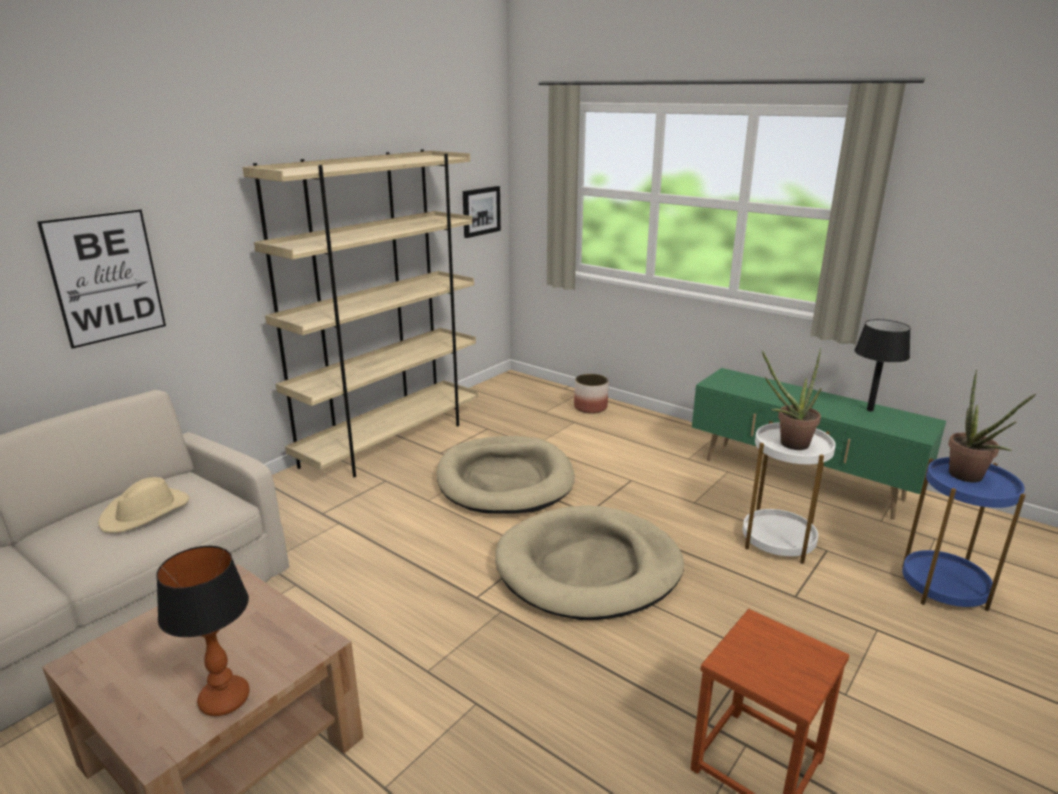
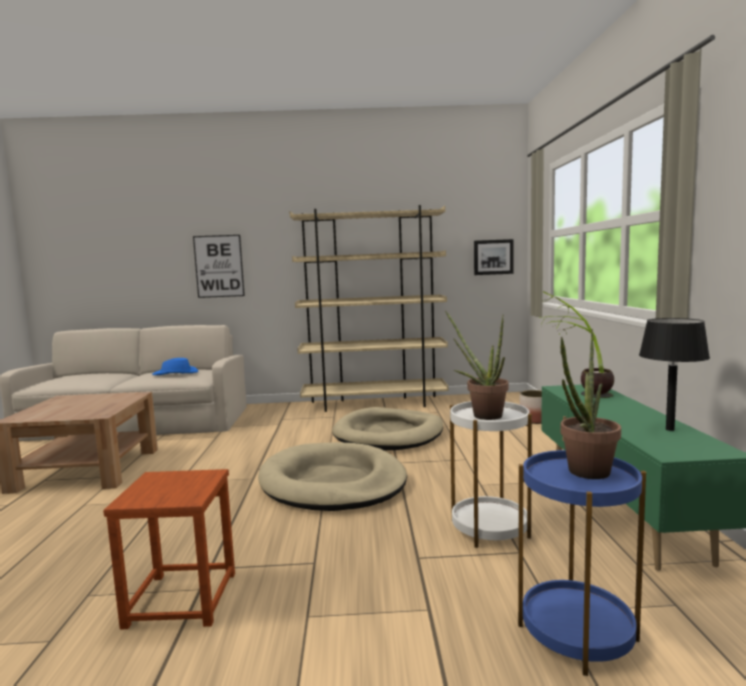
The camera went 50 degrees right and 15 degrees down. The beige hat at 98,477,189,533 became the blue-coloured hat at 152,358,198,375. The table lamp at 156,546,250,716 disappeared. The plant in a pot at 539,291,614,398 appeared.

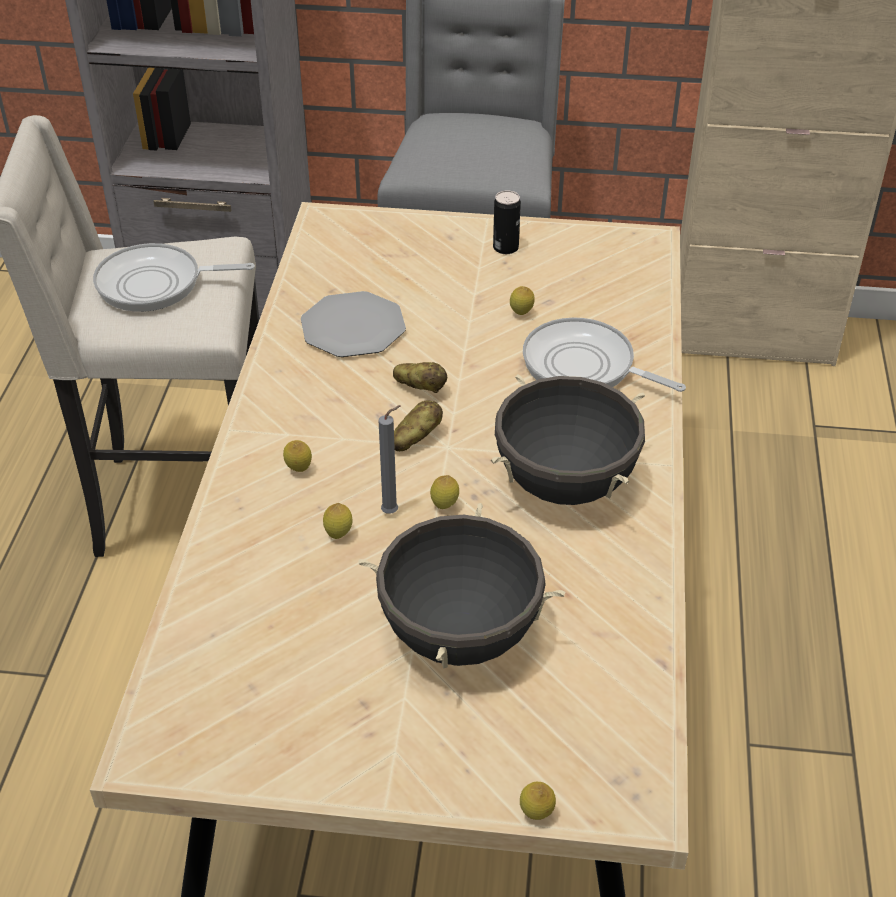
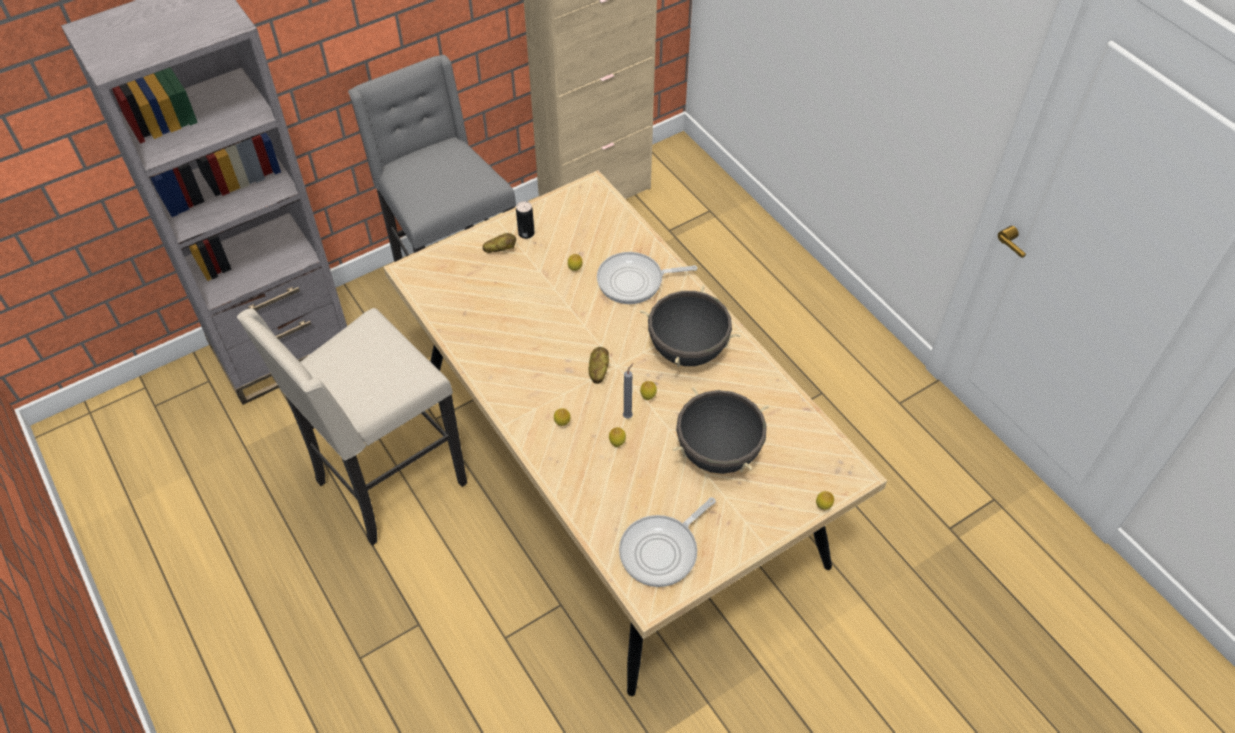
The camera went 40 degrees left and 10 degrees up. The skillet moved from 93,243,255,312 to 619,497,716,587. The flat dish at 301,291,406,357 disappeared. The spud moved from 393,362,447,393 to 483,233,516,253.

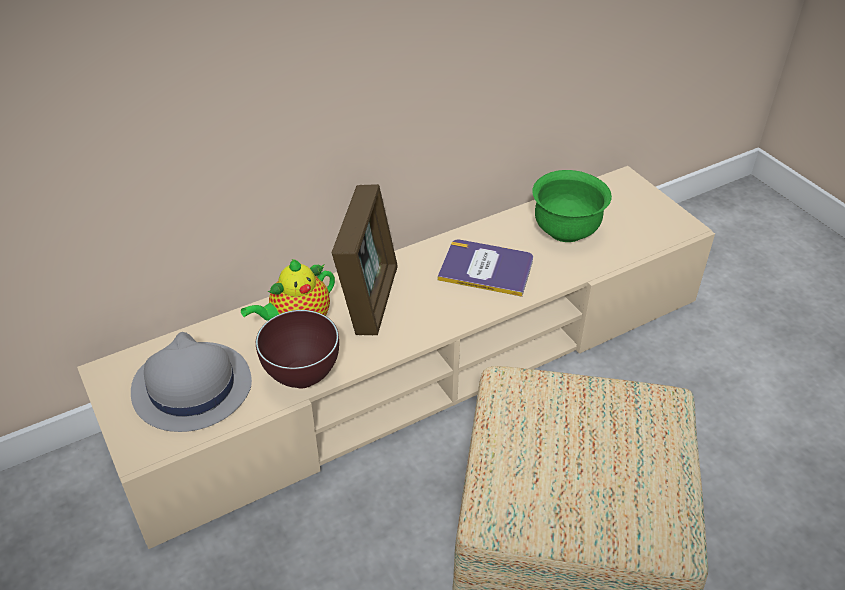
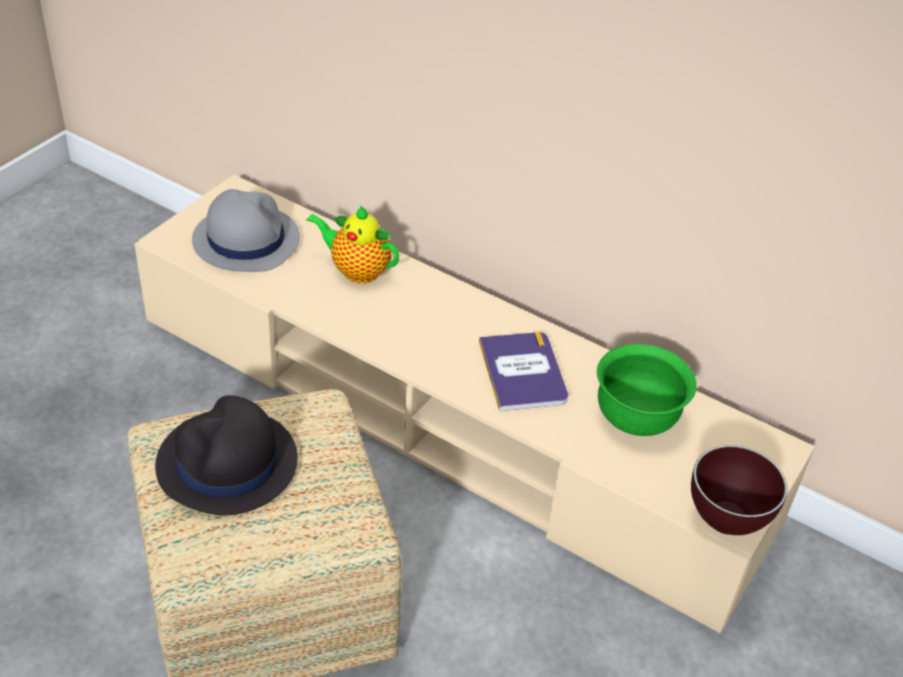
The camera went 60 degrees right and 0 degrees up. The photo frame at 332,184,398,335 disappeared. The brown bowl moved from 256,310,339,388 to 691,445,787,535. The blackish hat at 155,395,298,515 appeared.

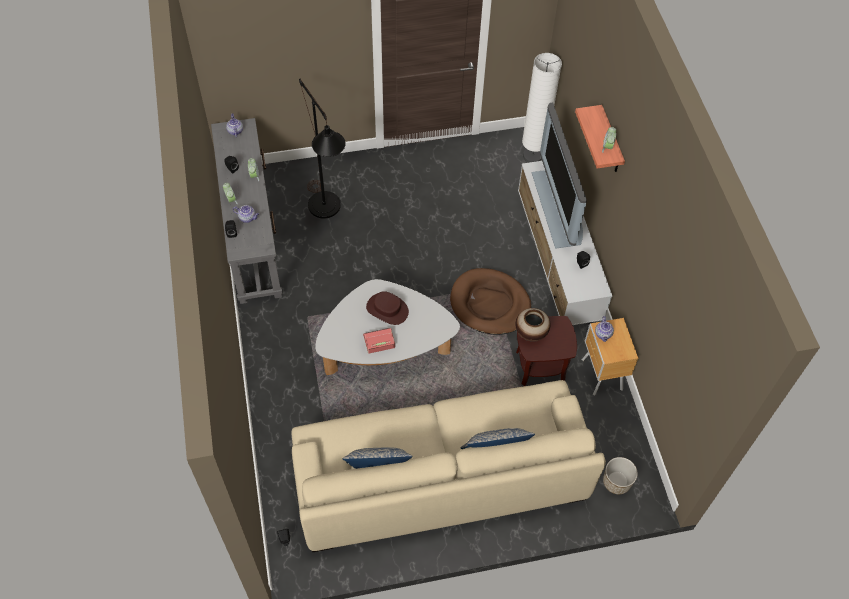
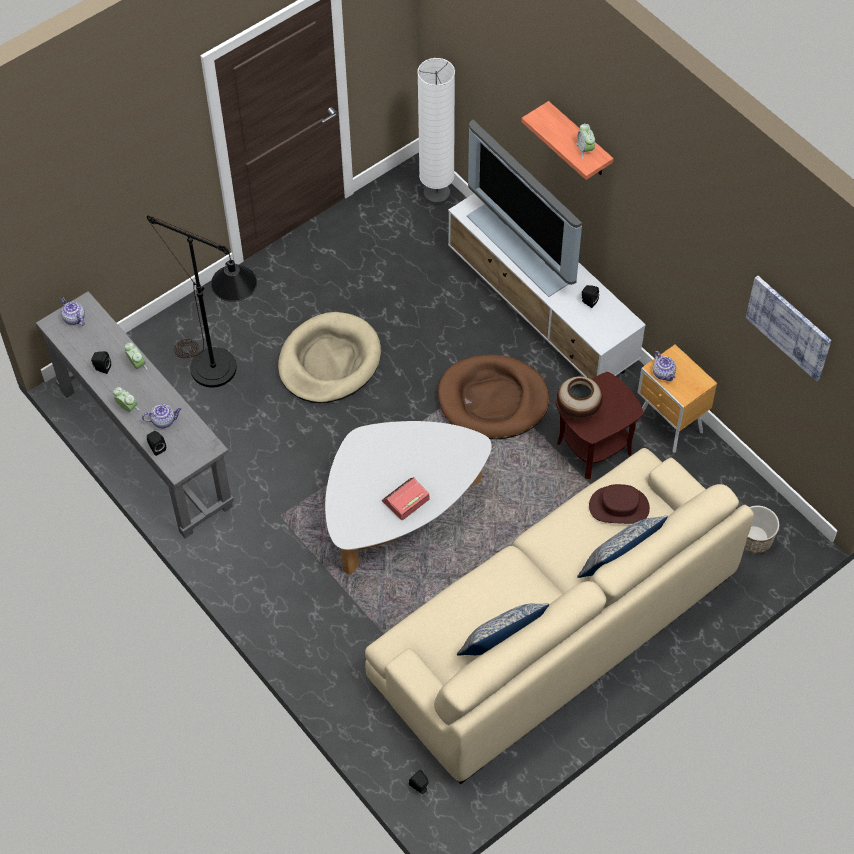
The camera went 25 degrees left and 0 degrees up. The brown hat moved from 366,291,409,325 to 589,484,650,524. The picture at 746,276,831,382 appeared. The beige dog bed at 278,312,381,403 appeared.

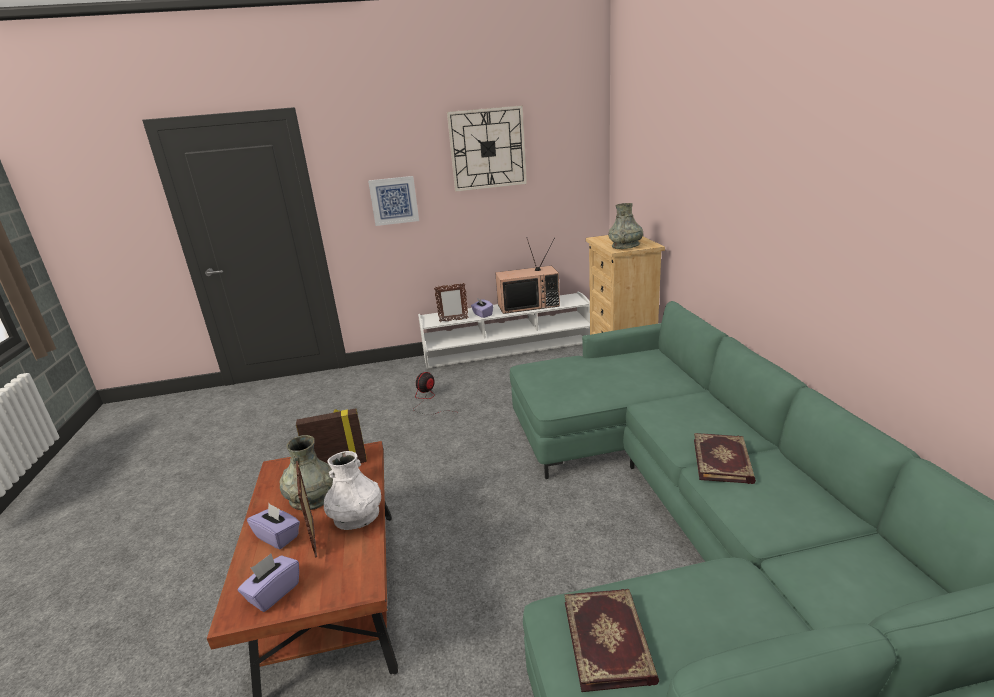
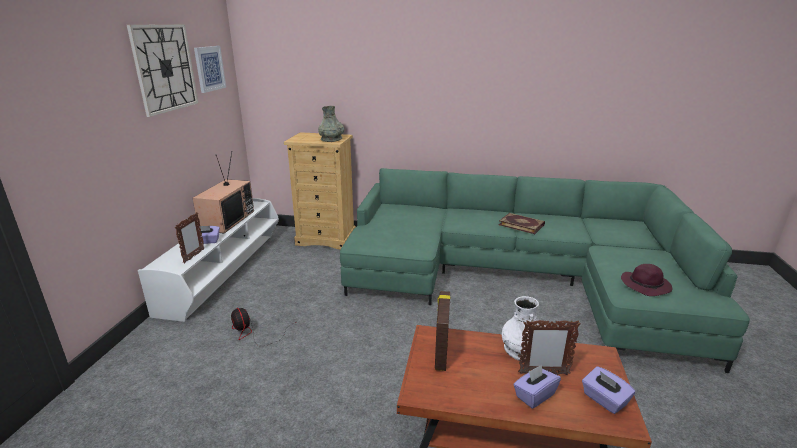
The camera went 70 degrees left and 0 degrees up. The picture moved from 368,176,419,226 to 194,46,226,93. The greyish vase at 280,435,333,510 disappeared. The book at 564,589,659,692 was replaced by the purple-coloured hat at 621,264,672,296.

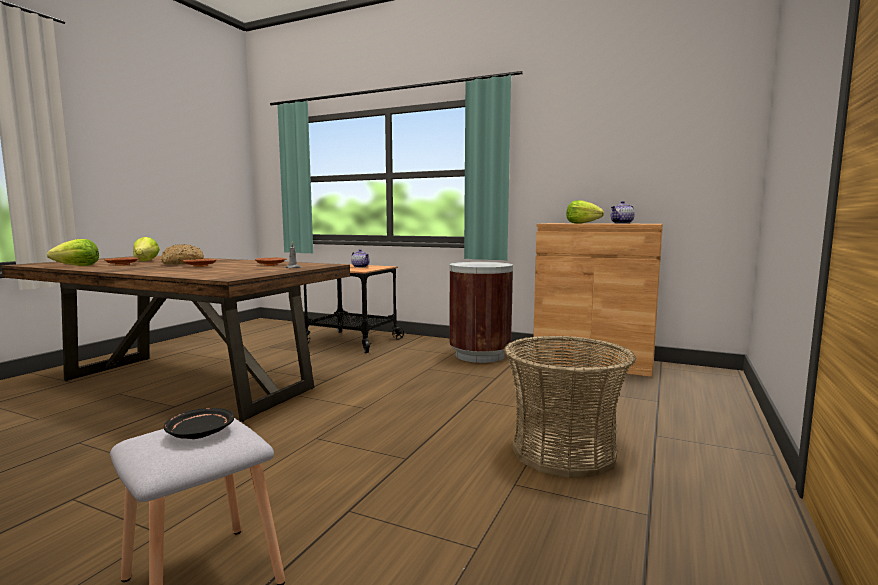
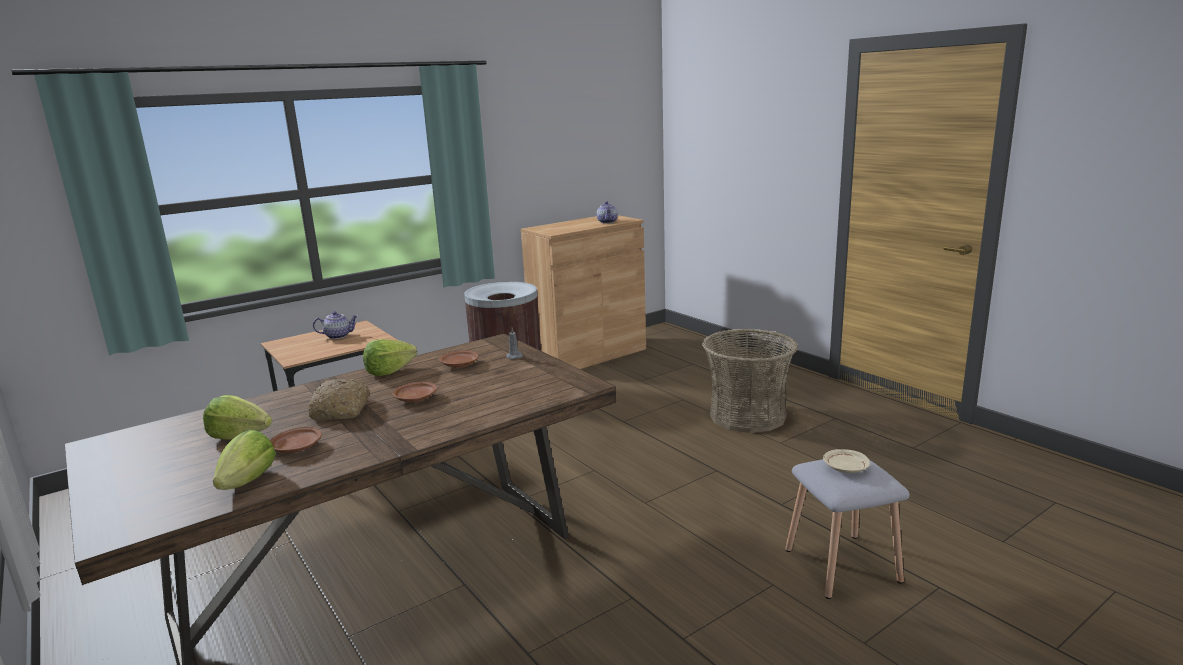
The camera went 60 degrees left and 10 degrees up. The lettuce head moved from 566,200,604,223 to 363,339,417,376. The blackish flat dish at 164,408,234,439 became the beige flat dish at 823,449,870,473.

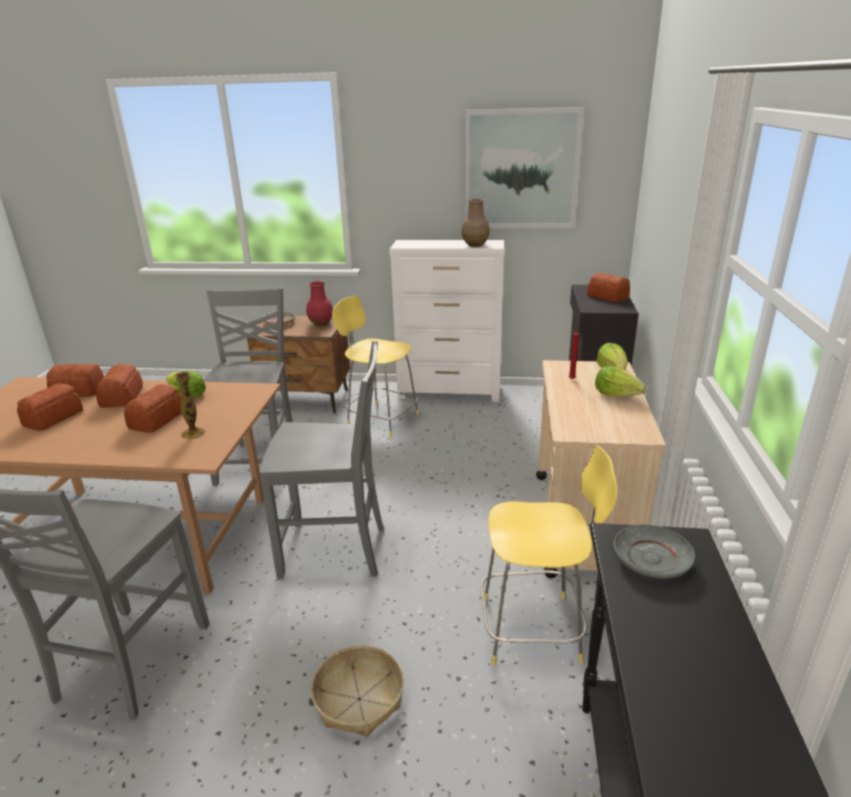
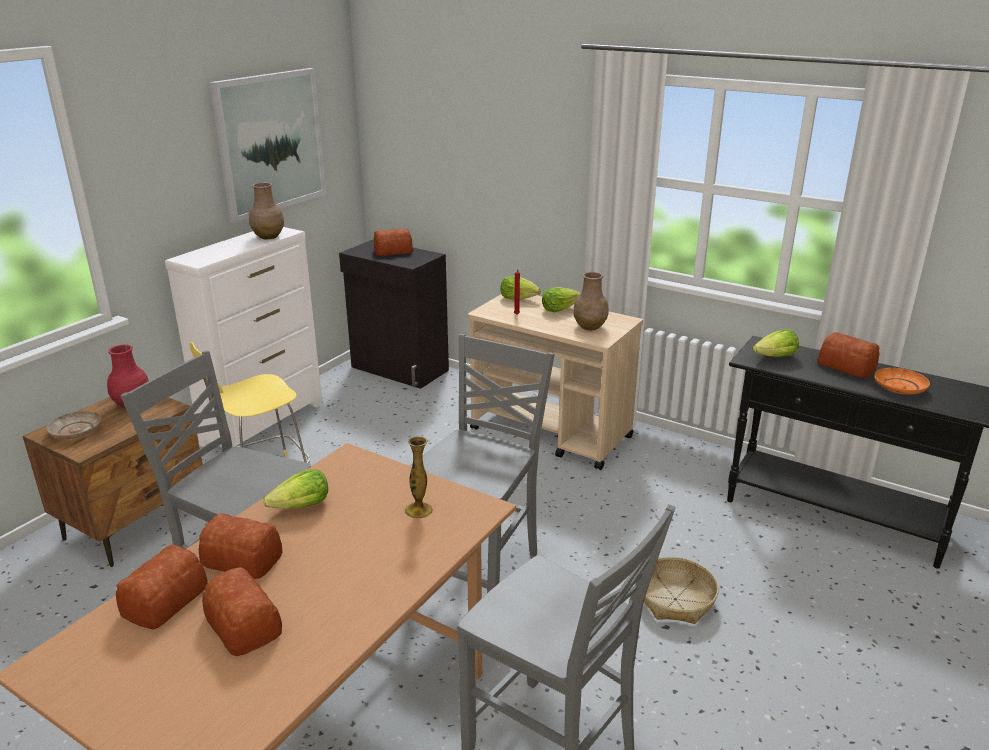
The camera went 65 degrees left and 0 degrees up. The baked bread moved from 124,384,182,433 to 817,332,880,378. The yellow-coloured stool seat at 481,445,618,666 disappeared. The greyish flat dish at 614,524,695,579 was replaced by the lettuce head at 753,329,799,357. The brown vase at 573,272,609,330 appeared. The orange flat dish at 874,368,930,395 appeared.

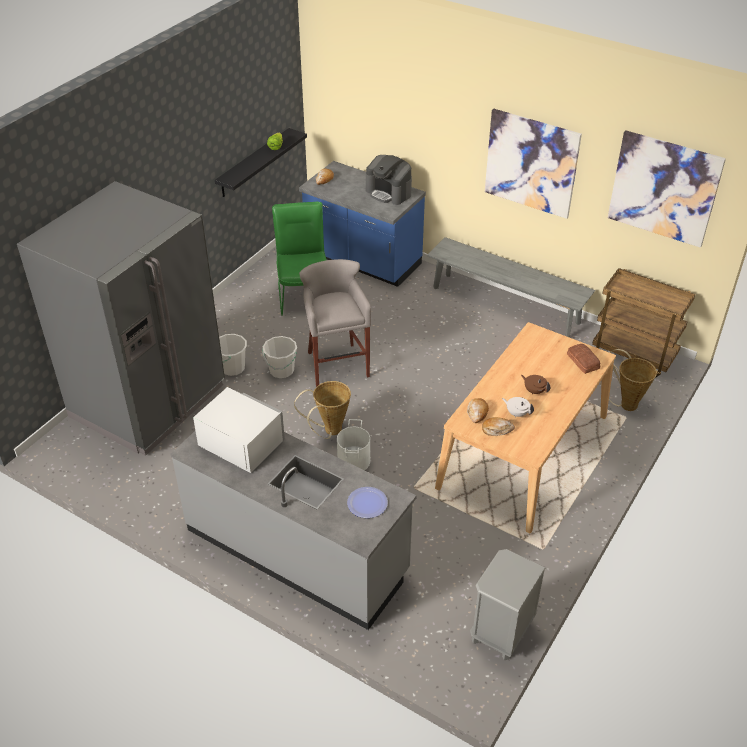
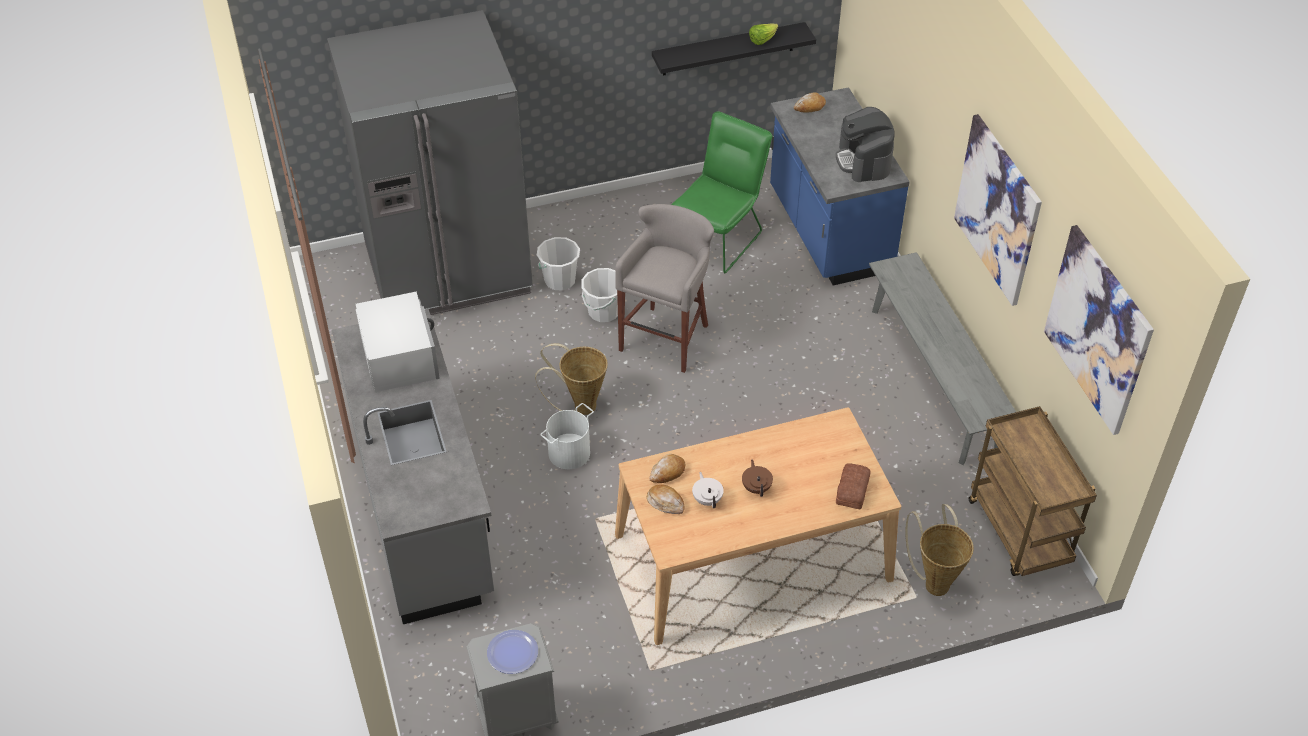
The camera went 40 degrees right and 5 degrees up. The flat dish moved from 347,487,388,518 to 487,630,538,674.

